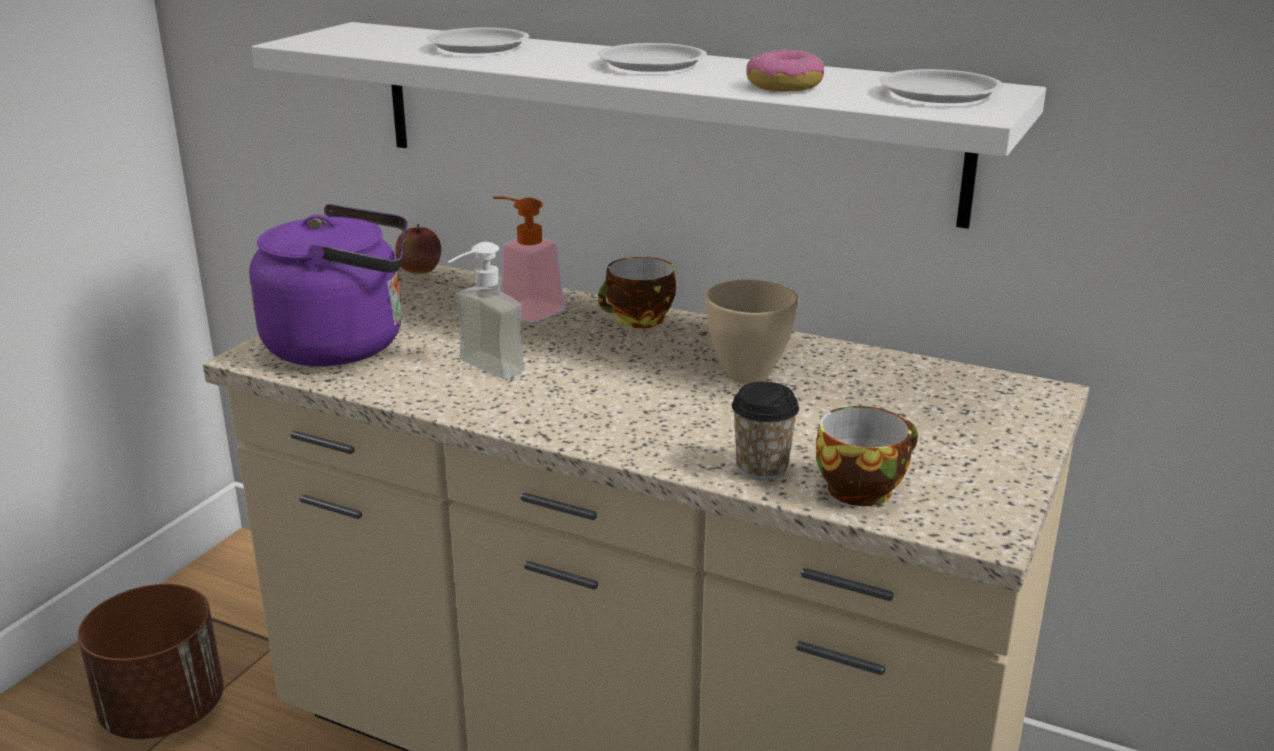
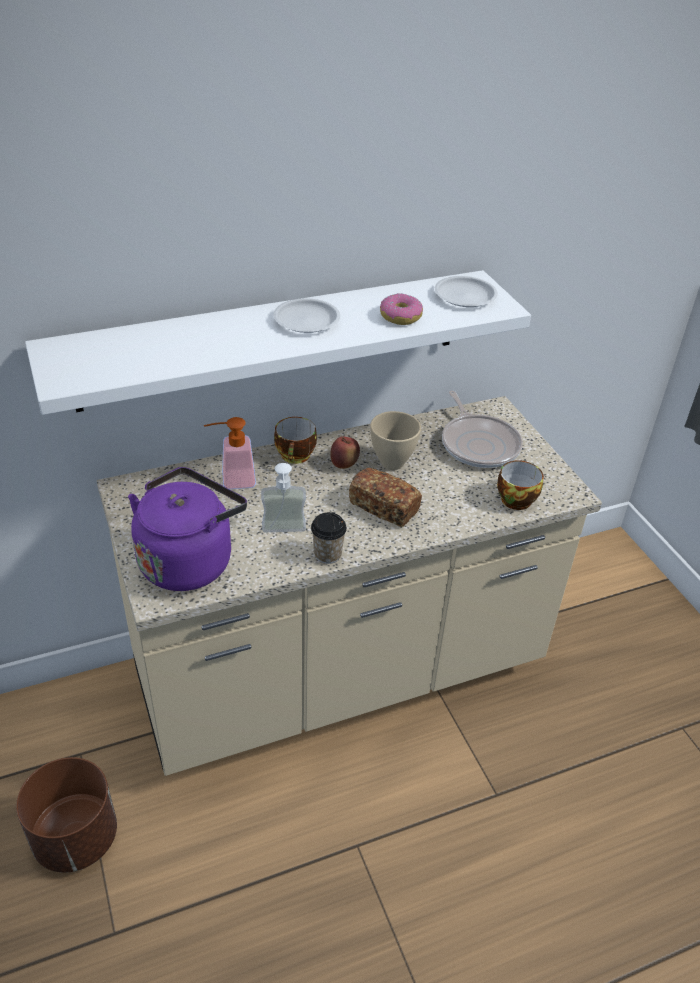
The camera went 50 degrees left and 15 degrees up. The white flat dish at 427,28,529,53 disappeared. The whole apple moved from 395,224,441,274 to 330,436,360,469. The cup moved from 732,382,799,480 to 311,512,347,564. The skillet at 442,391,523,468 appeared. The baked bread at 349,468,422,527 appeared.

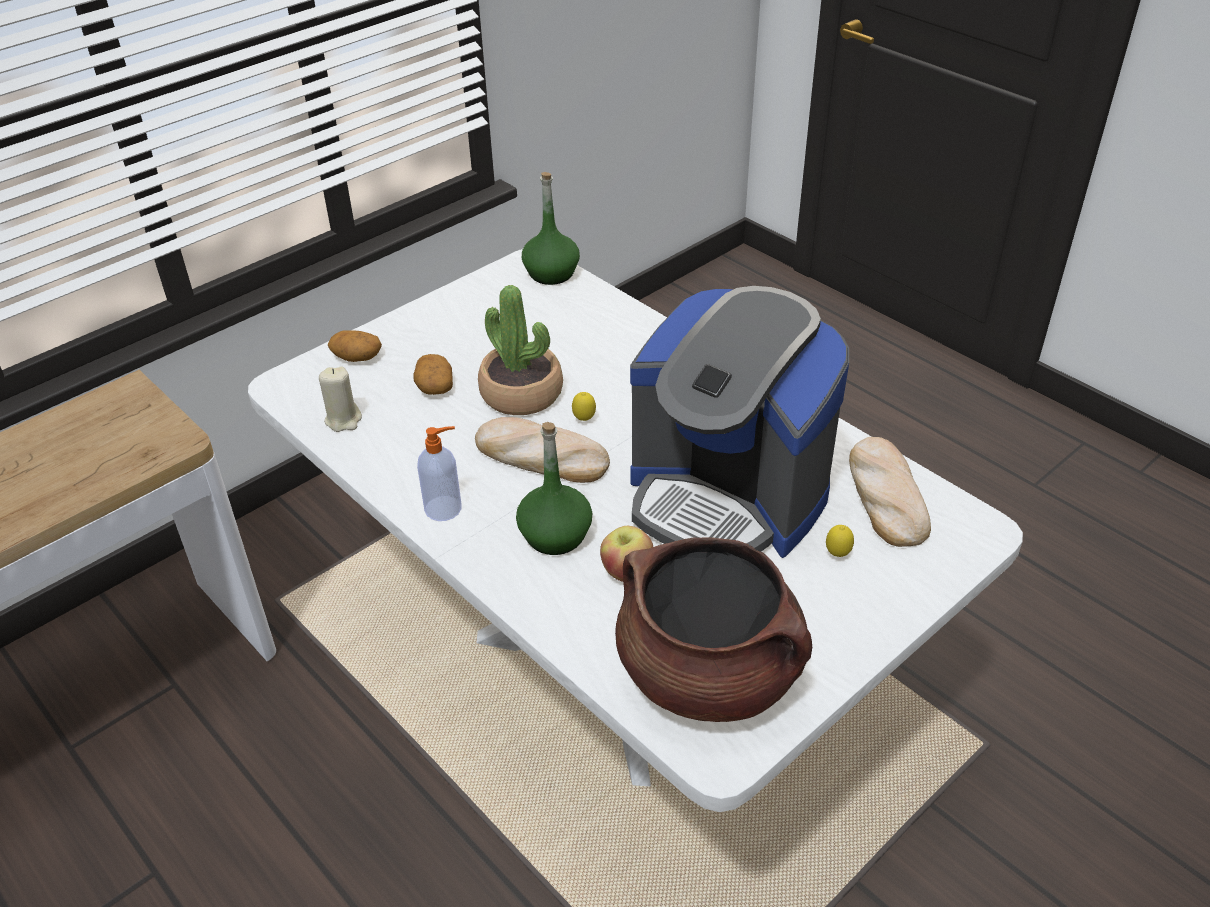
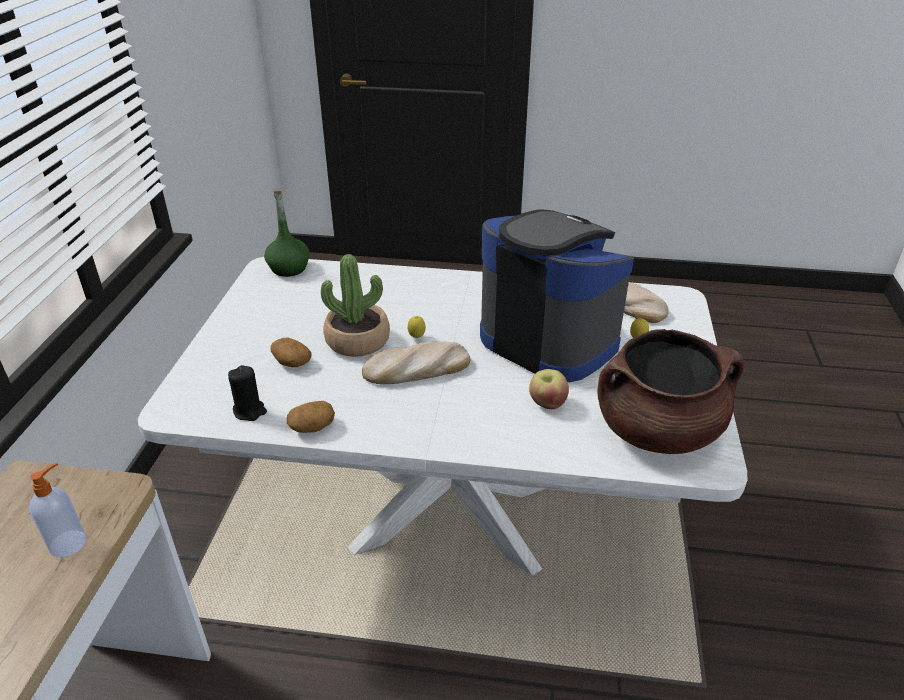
The camera went 40 degrees left and 5 degrees down. The coffee maker at 630,286,849,558 turned 135 degrees counterclockwise. The spud moved from 328,330,382,362 to 287,401,335,433. The beige candle at 319,366,362,432 became the blackish candle at 228,365,267,421. The greenish bottle at 516,422,592,555 disappeared. The soap bottle moved from 417,426,462,521 to 29,463,86,557.

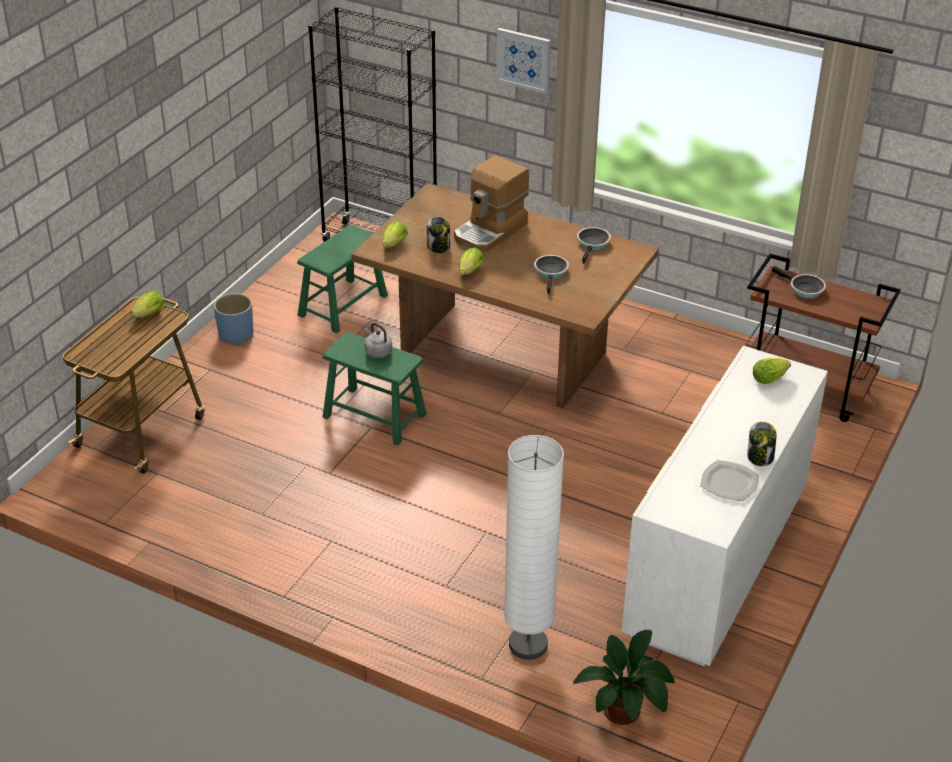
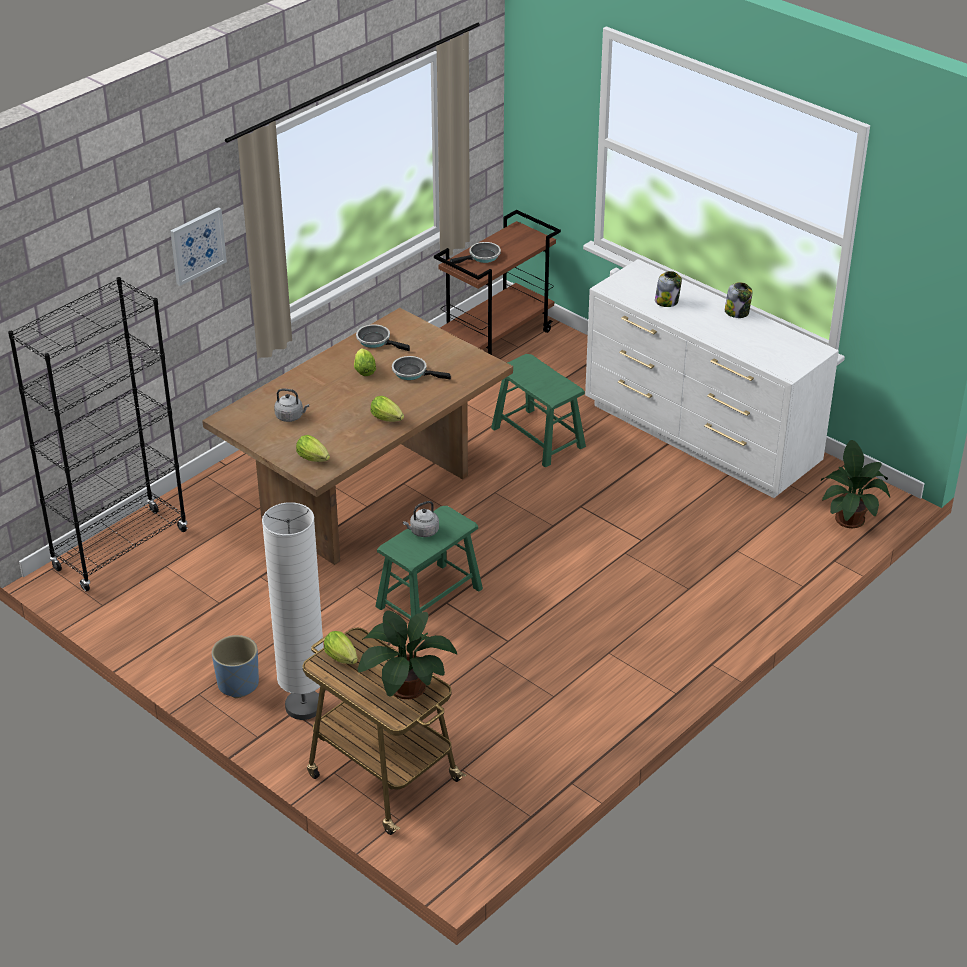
The camera went 75 degrees left and 0 degrees up. The coffee maker at 454,155,529,252 disappeared. The storage jar moved from 427,216,450,253 to 655,271,682,307. The greenish stool seat moved from 297,225,388,333 to 491,354,586,467. The lettuce head moved from 753,358,791,384 to 354,348,376,376. The white standing lamp moved from 504,435,564,660 to 262,502,324,720. The flat dish at 700,460,759,501 disappeared. The greyish kettle at 274,388,309,422 appeared. The plant in a pot at 358,610,457,699 appeared.

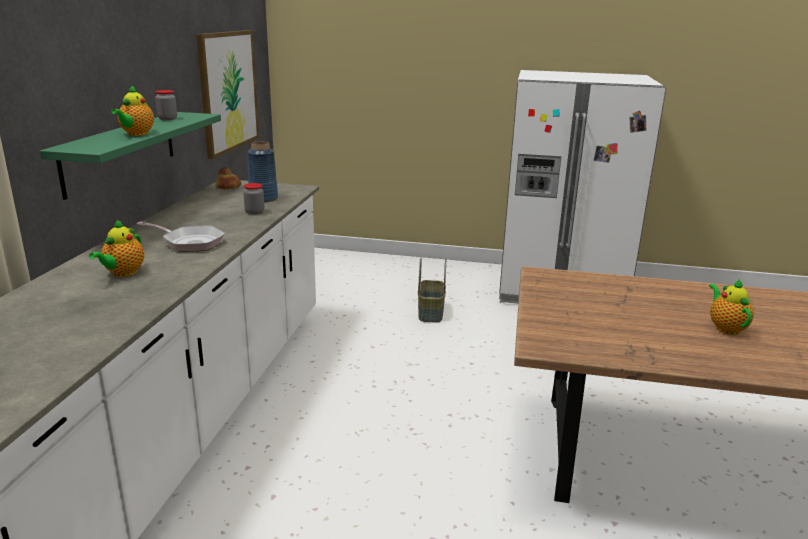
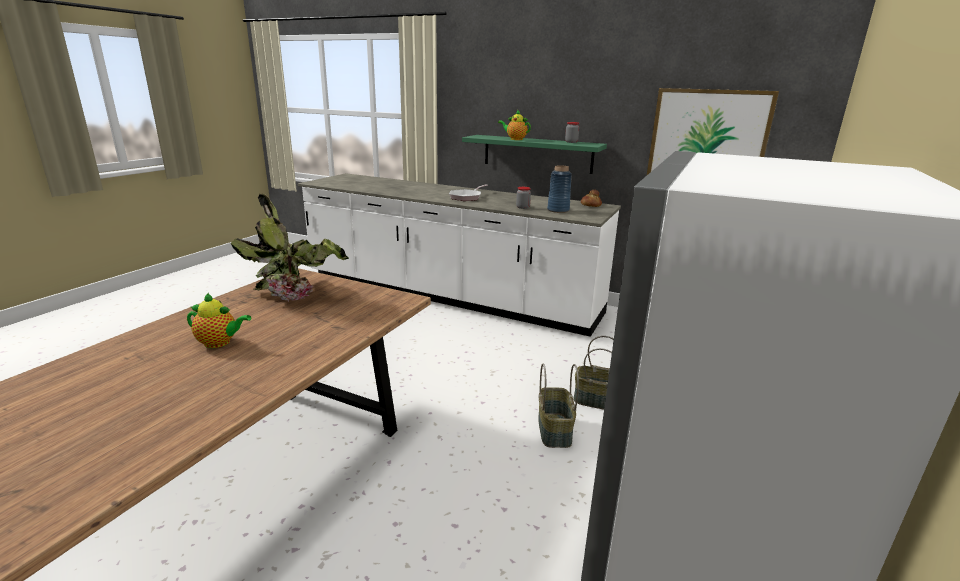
The camera went 105 degrees right and 0 degrees up. The tea pot at 89,219,144,277 disappeared. The plant in a pot at 231,194,349,302 appeared. The basket at 538,364,579,448 appeared.

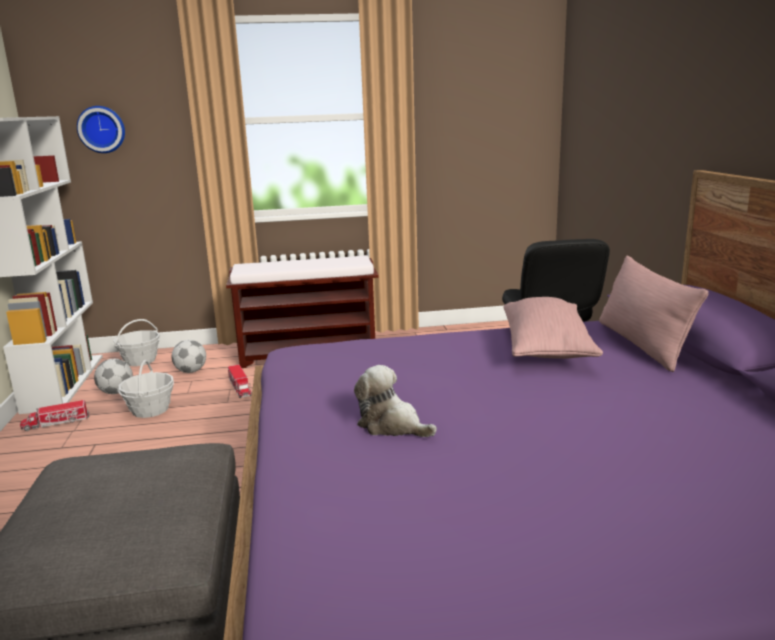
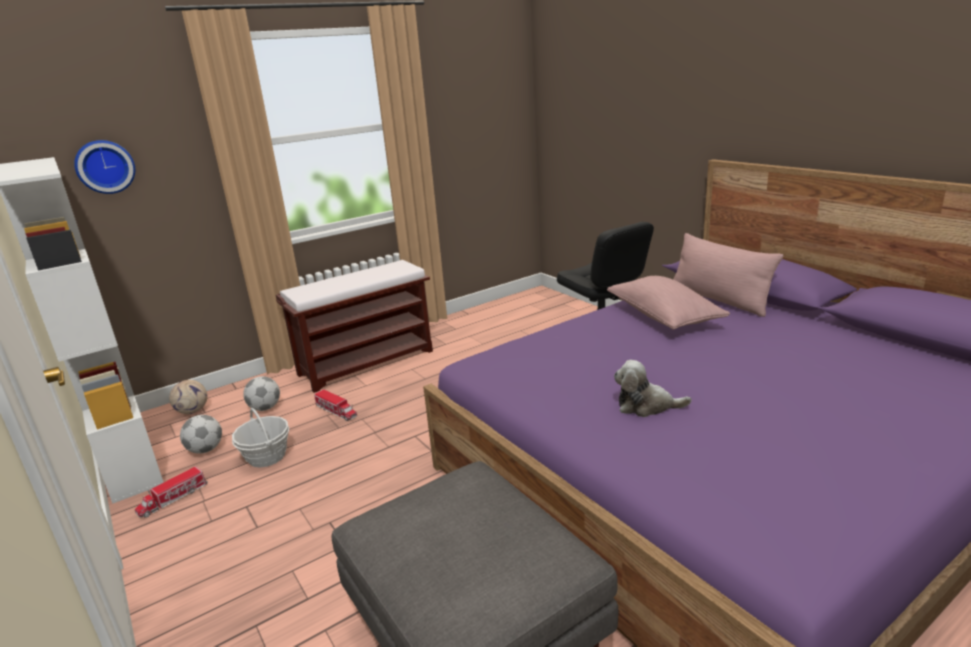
The camera went 25 degrees left and 5 degrees up. The basket at 113,319,160,366 was replaced by the football at 169,380,207,414.

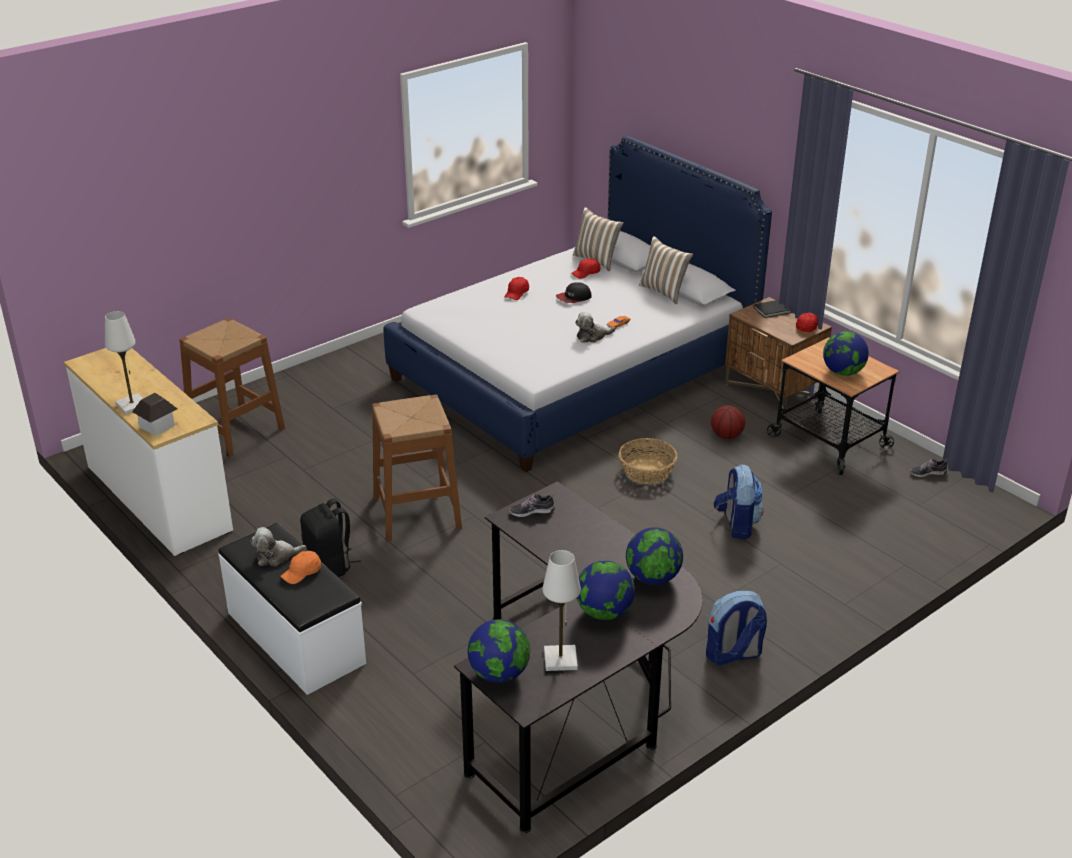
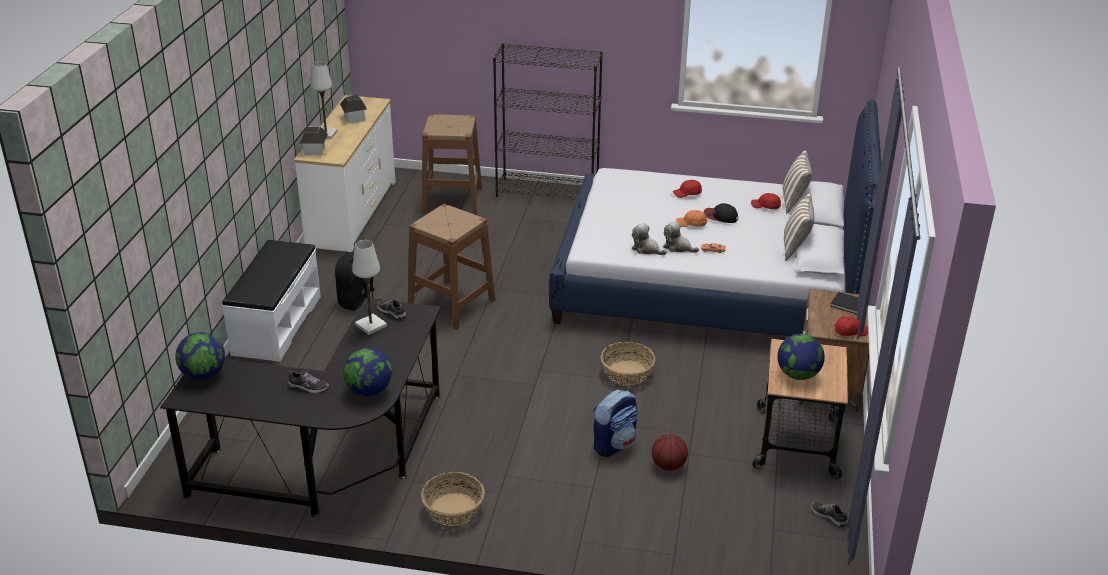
The camera went 50 degrees right and 0 degrees up. The basketball moved from 711,405,745,439 to 652,434,688,471. The soft toy moved from 250,527,306,566 to 631,223,667,255. The white table lamp moved from 543,550,581,671 to 352,240,387,335. The orange peaked cap moved from 280,551,321,584 to 676,210,707,227. The globe at 577,561,635,620 was replaced by the low shoe at 288,370,329,393. The backpack at 706,591,767,665 was replaced by the basket at 421,472,485,526. The blackish bookshelf at 493,43,603,200 appeared. The miniature house at 340,95,367,124 appeared.

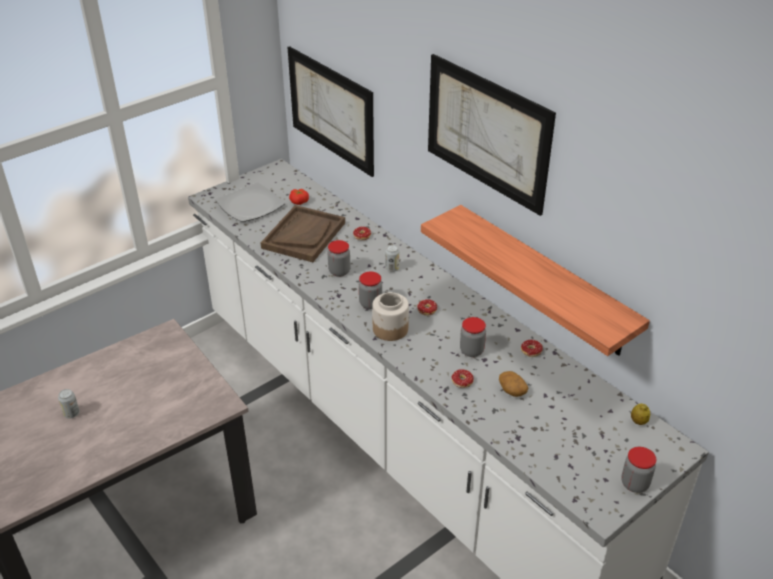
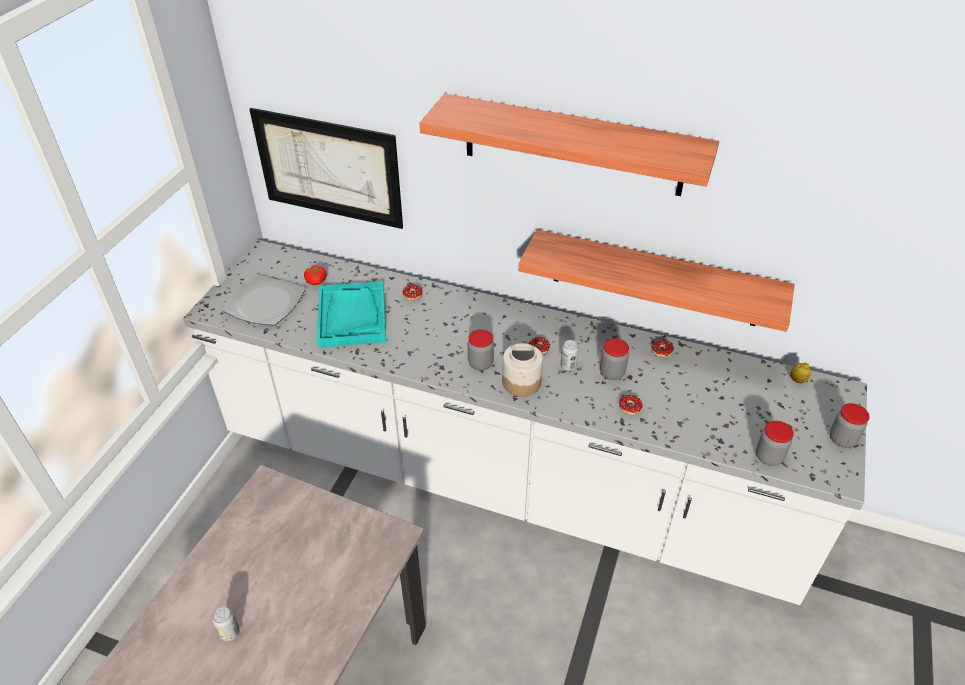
The camera went 30 degrees left and 5 degrees up. The picture at 428,54,556,216 was replaced by the bracket shelf at 420,93,719,196. The brown tray at 261,205,345,262 became the turquoise tray at 317,281,386,348. The storage jar moved from 327,240,351,277 to 756,421,794,466. The metal can moved from 385,245,399,272 to 561,340,579,371. The spud at 499,371,528,397 disappeared.

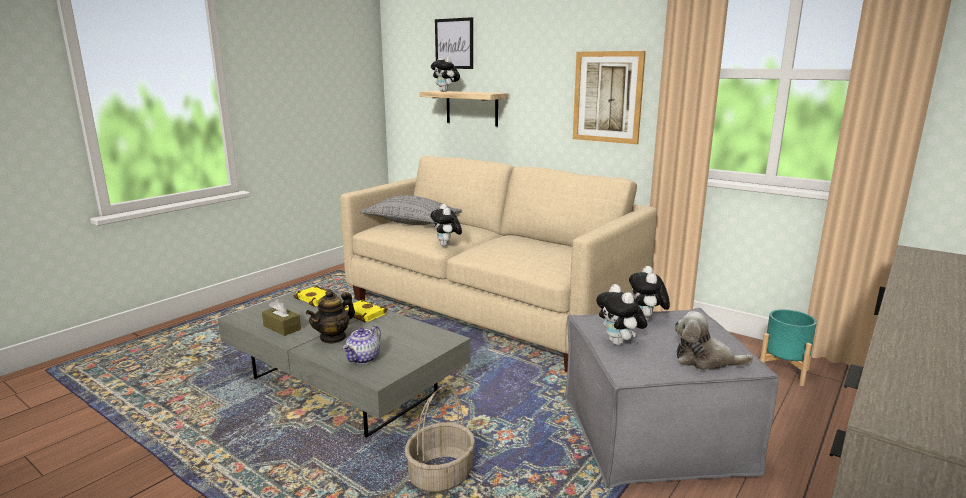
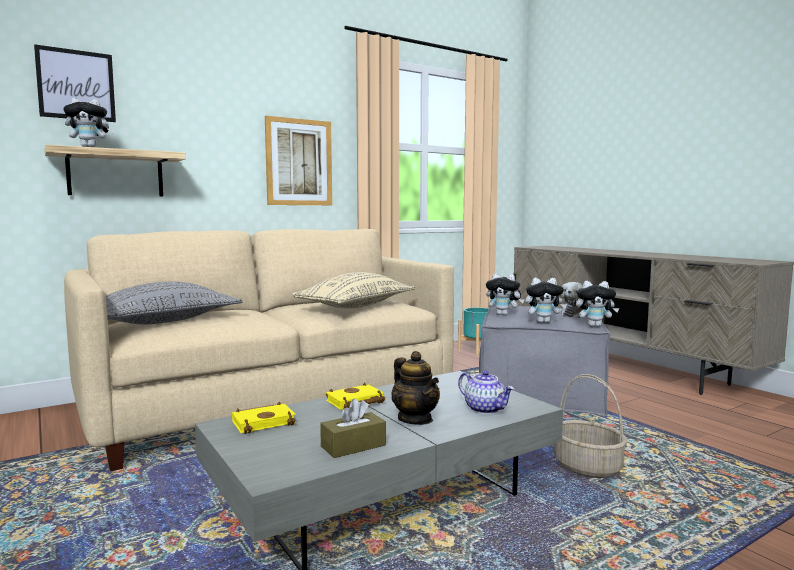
The camera went 70 degrees left and 10 degrees down. The soft toy moved from 430,204,462,246 to 576,281,619,327. The beige pillow at 292,272,415,309 appeared.

